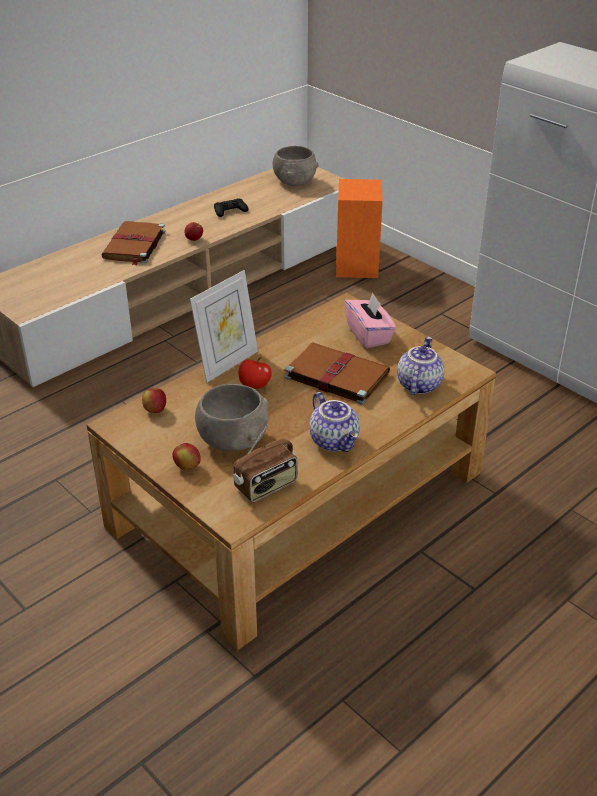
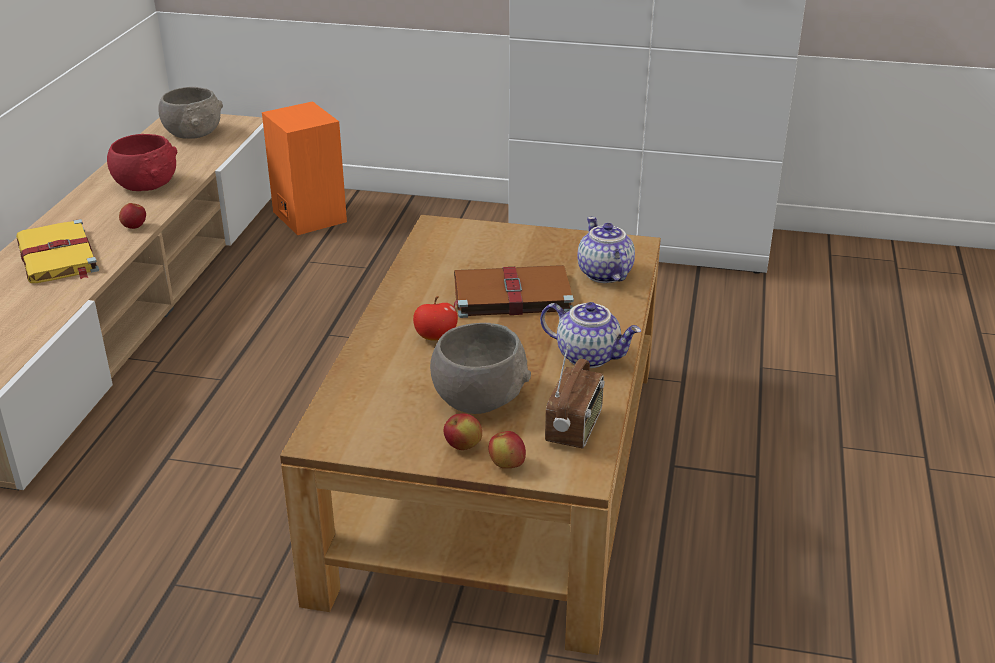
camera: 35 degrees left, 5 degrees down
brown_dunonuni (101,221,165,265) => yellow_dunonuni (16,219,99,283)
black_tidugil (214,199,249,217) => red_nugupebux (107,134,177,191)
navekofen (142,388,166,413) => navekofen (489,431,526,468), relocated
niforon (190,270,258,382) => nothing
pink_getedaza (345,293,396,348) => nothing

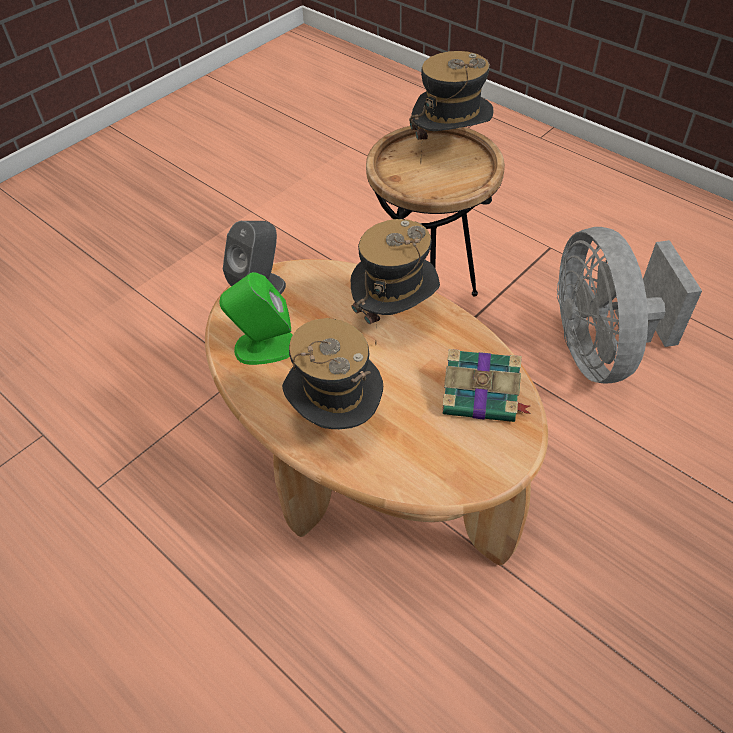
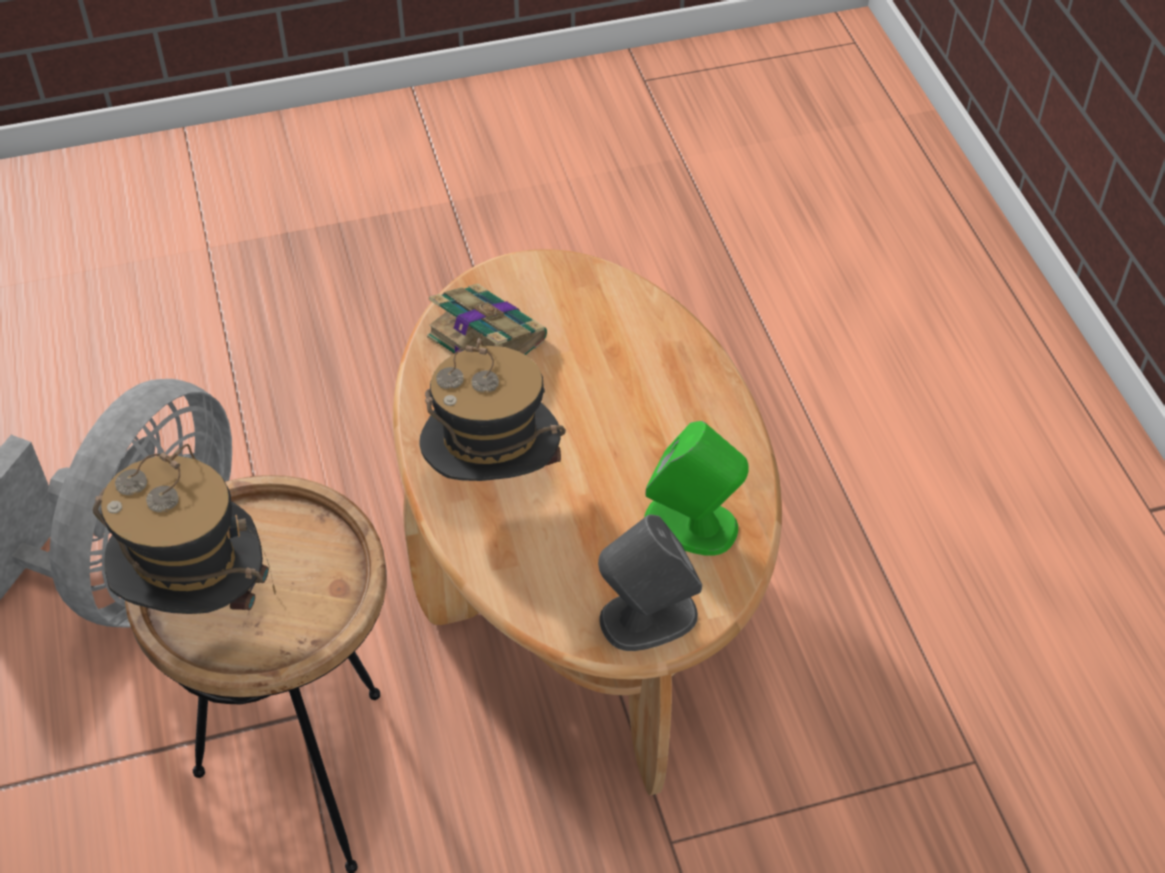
camera: 150 degrees left, 0 degrees up
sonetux (282,318,383,429) => nothing

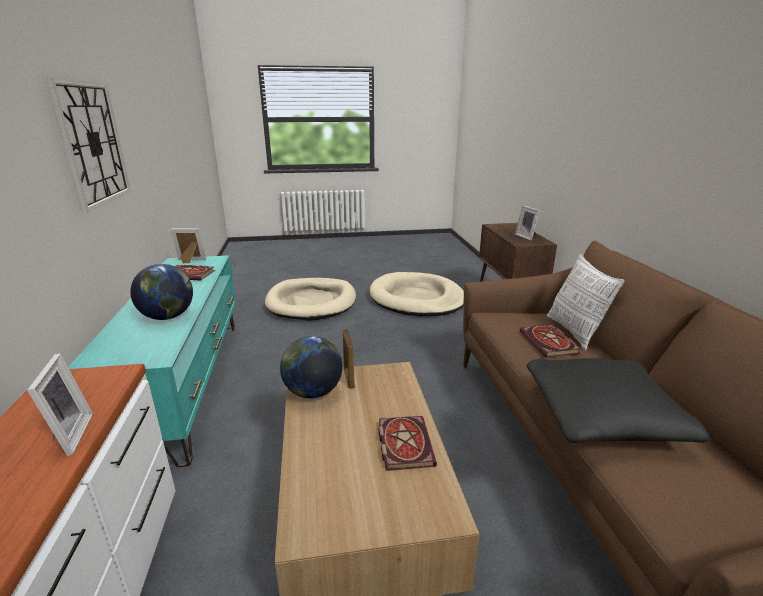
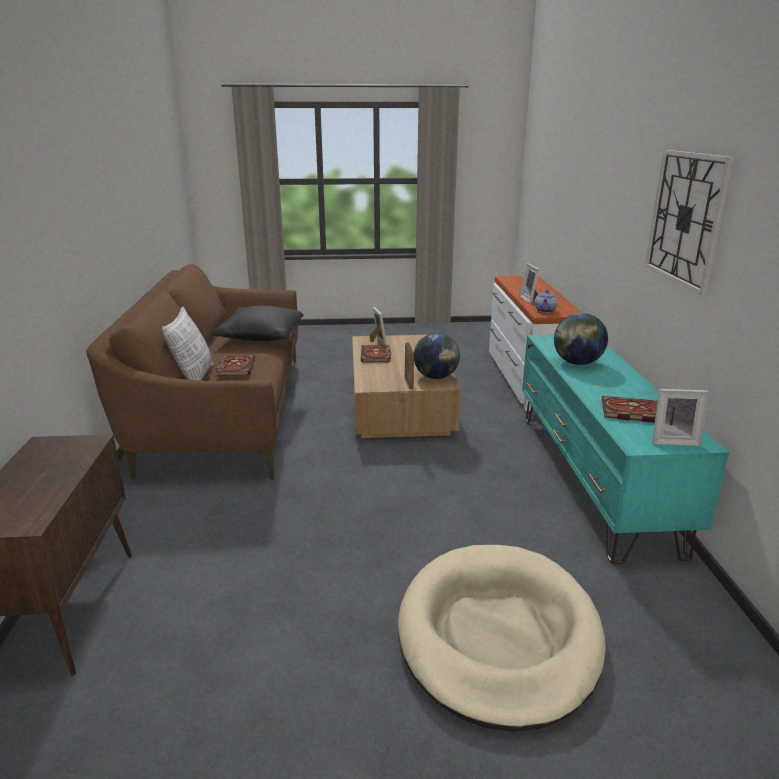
camera: 175 degrees left, 0 degrees up
niforon (515,205,540,241) => niforon (370,307,387,345), relocated
nothing => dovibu (535,290,557,313)
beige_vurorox (370,272,464,316) => nothing

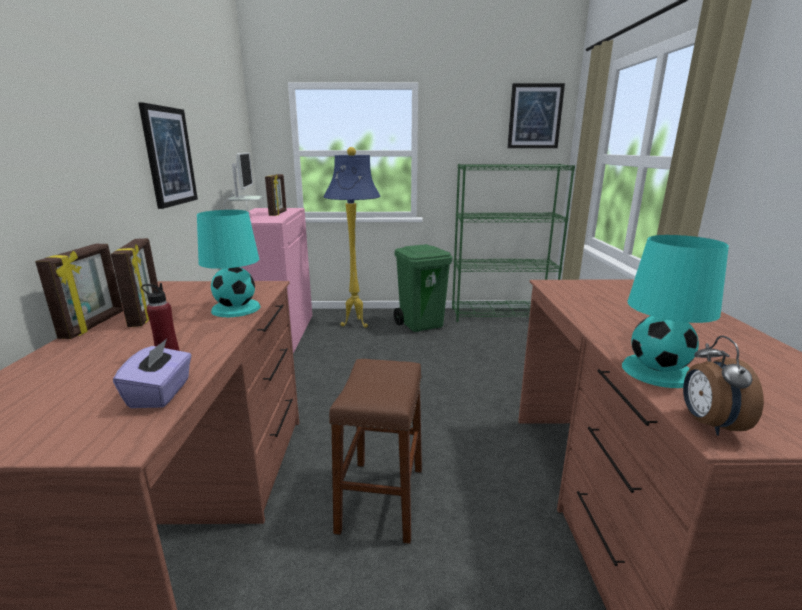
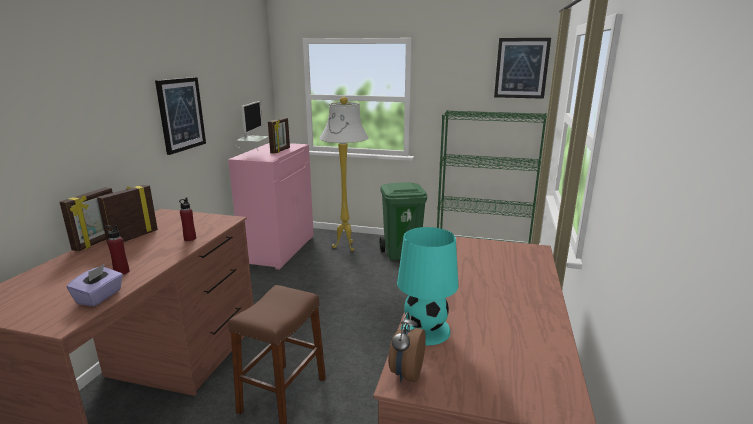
camera: 15 degrees right, 0 degrees up
niforon (111,238,158,327) => niforon (97,185,158,244), 150 degrees counterclockwise
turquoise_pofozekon (197,210,261,317) => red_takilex (179,197,196,241)
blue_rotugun (323,147,381,328) => white_rotugun (319,97,369,251)

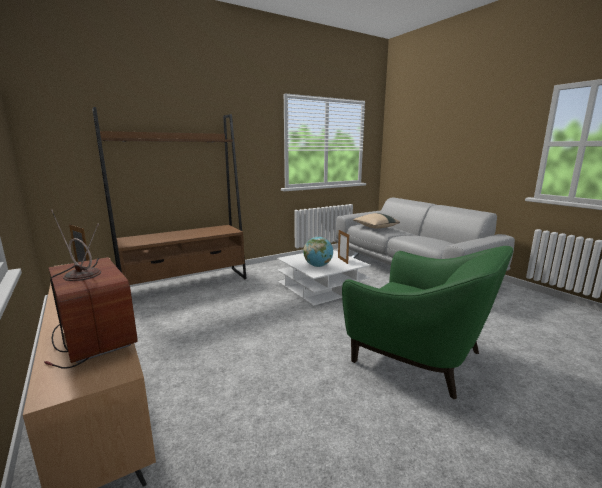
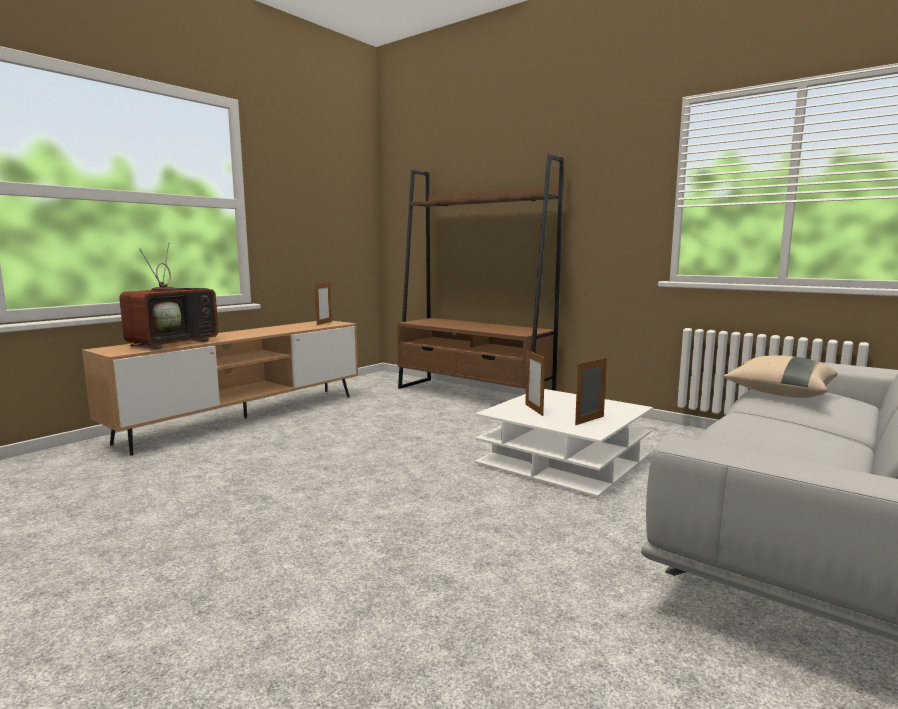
camera: 70 degrees right, 5 degrees down
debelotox (303,237,333,267) => niforon (525,350,545,416)
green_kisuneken (342,246,513,399) => nothing

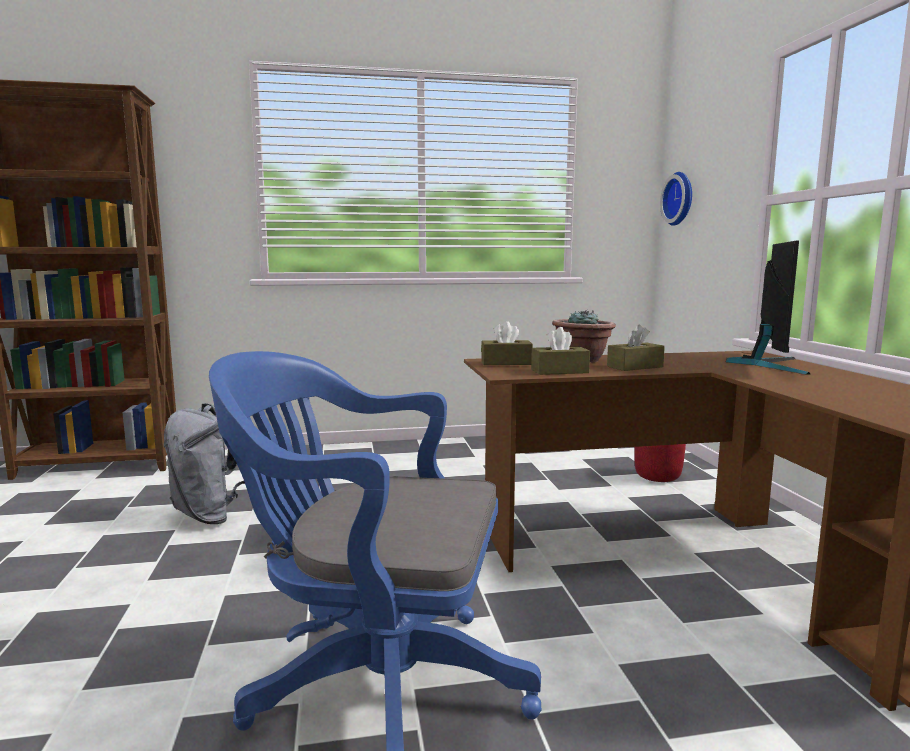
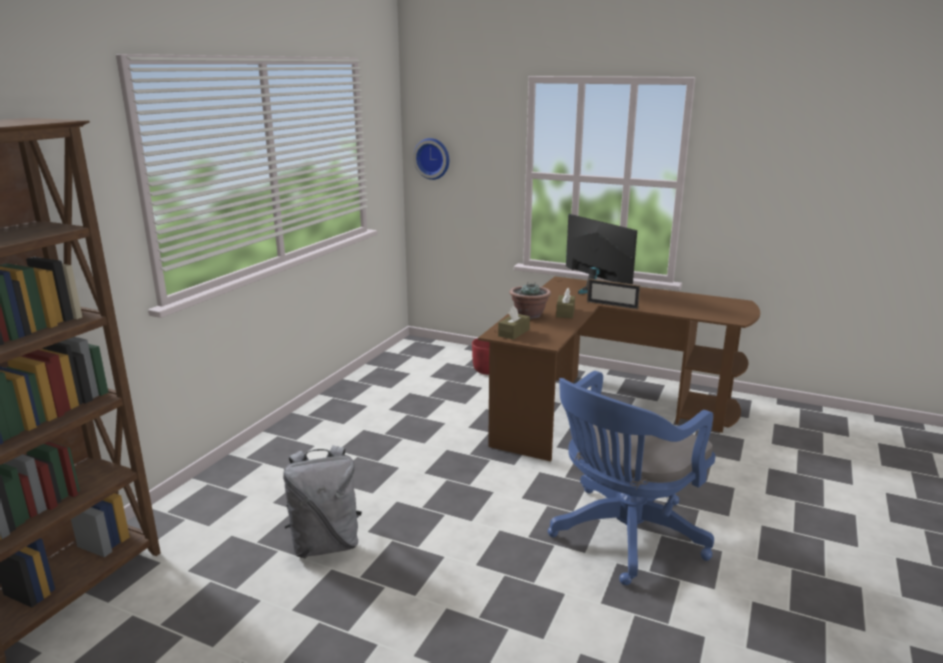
camera: 55 degrees left, 10 degrees up
nothing => niforon (587,279,641,310)
brown_getedaza (531,327,590,375) => nothing

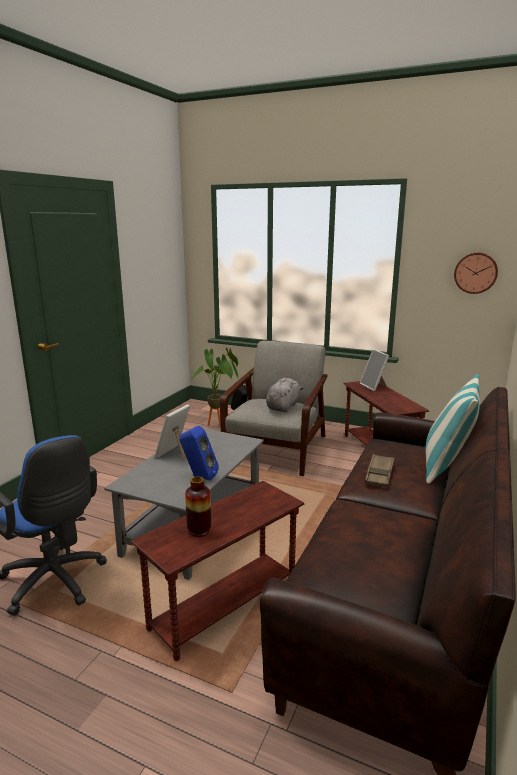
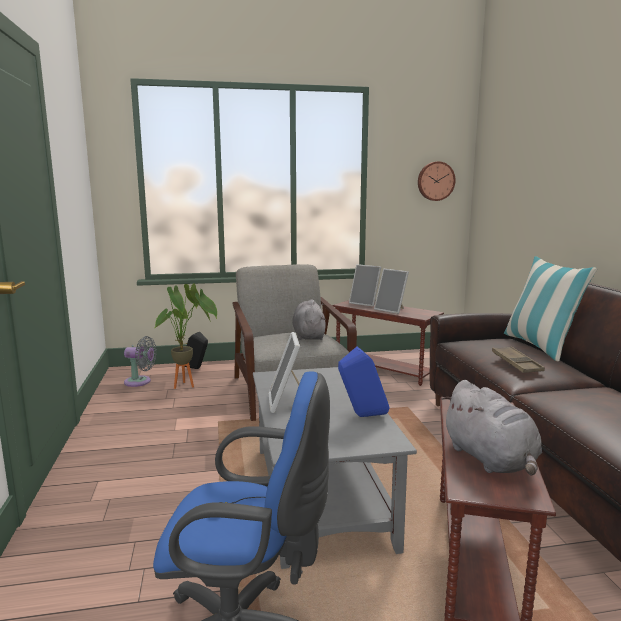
camera: 35 degrees left, 5 degrees down
nothing => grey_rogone (124,336,157,387)
nothing => niforon (374,269,409,314)
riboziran (185,477,211,537) => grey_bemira (442,380,542,476)

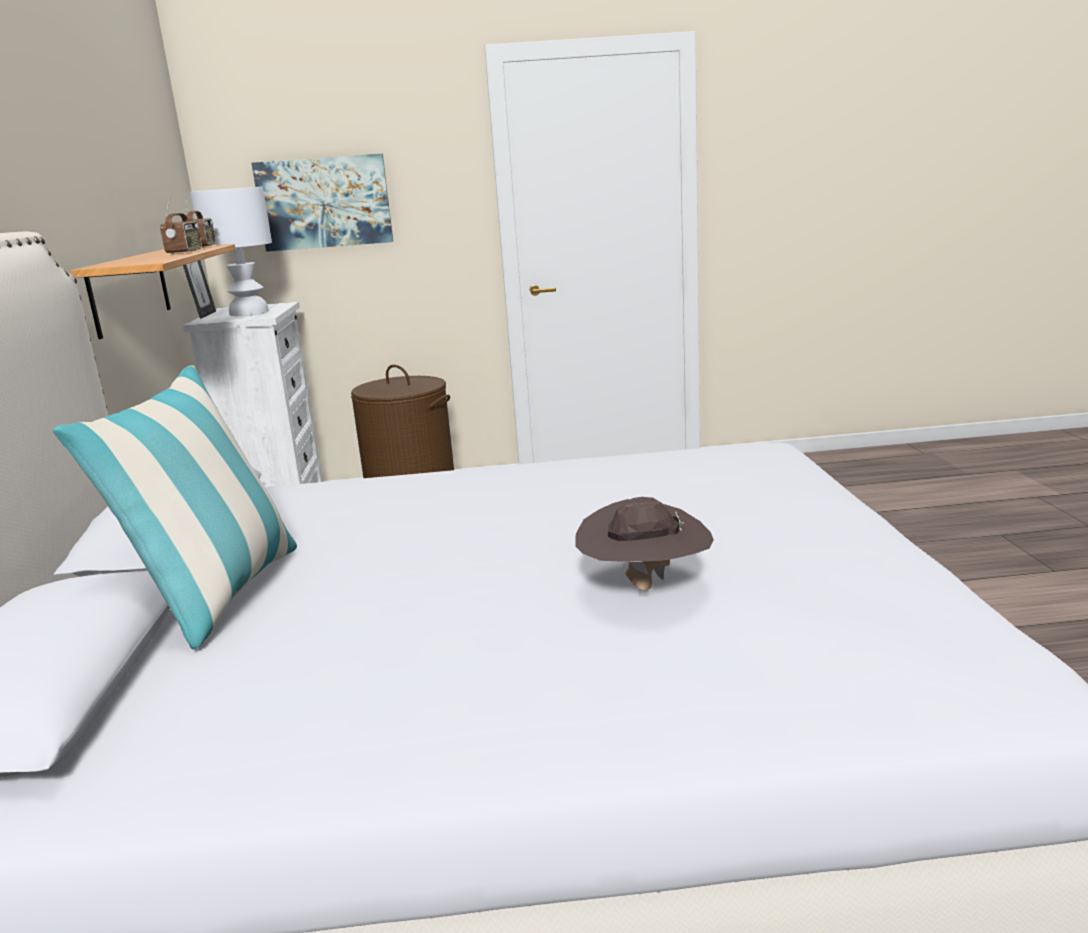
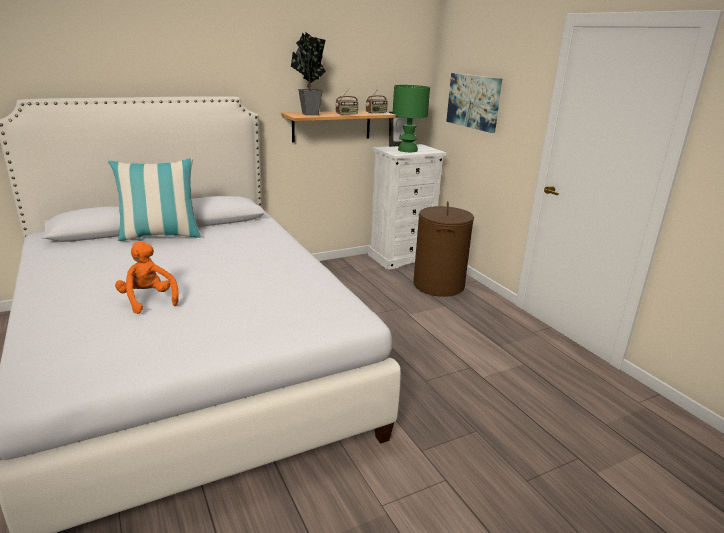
camera: 65 degrees right, 5 degrees up
brown_sonetux (576,497,714,591) => orange_bemira (115,241,179,314)
nothing => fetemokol (291,32,326,115)
white_pofozekon (190,187,272,316) => green_pofozekon (393,85,430,152)

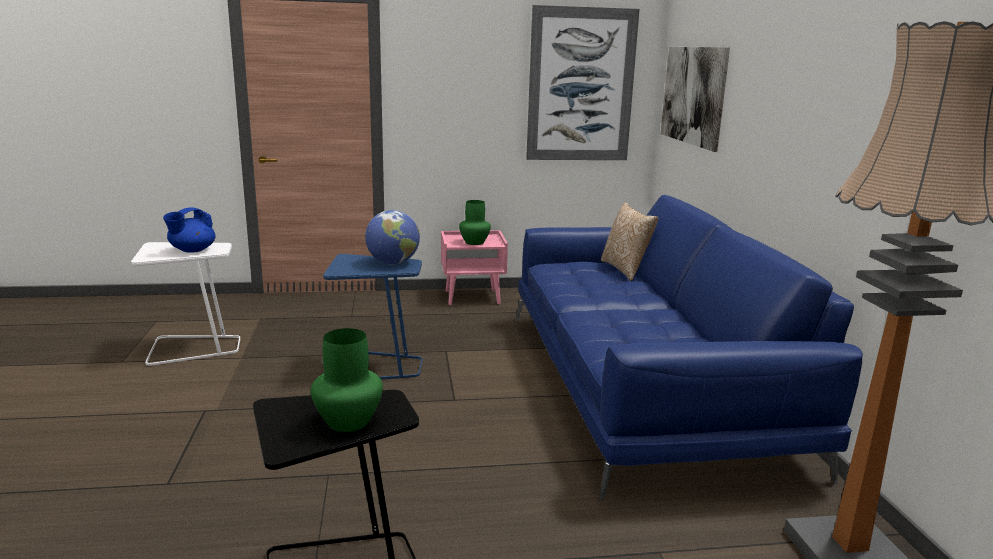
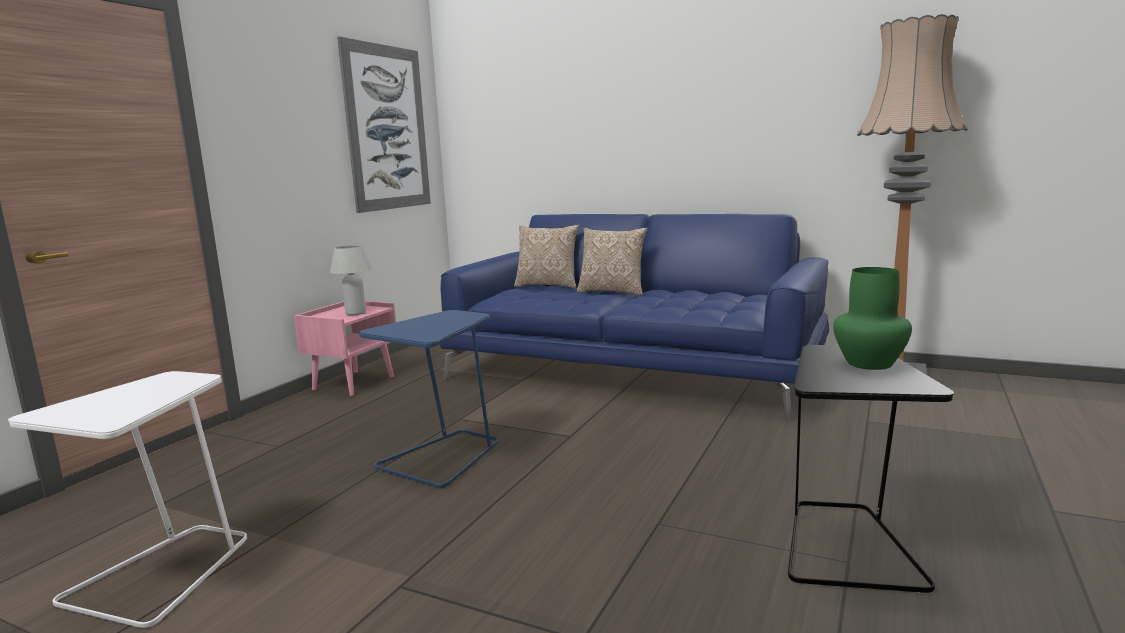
camera: 55 degrees left, 5 degrees down
green_riboziran (459,200,491,245) => white_pofozekon (330,245,372,315)
nothing => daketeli (577,228,648,295)
blue_dovibu (163,207,215,253) => nothing
debelotox (365,210,420,264) => nothing
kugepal (661,47,730,152) => nothing

